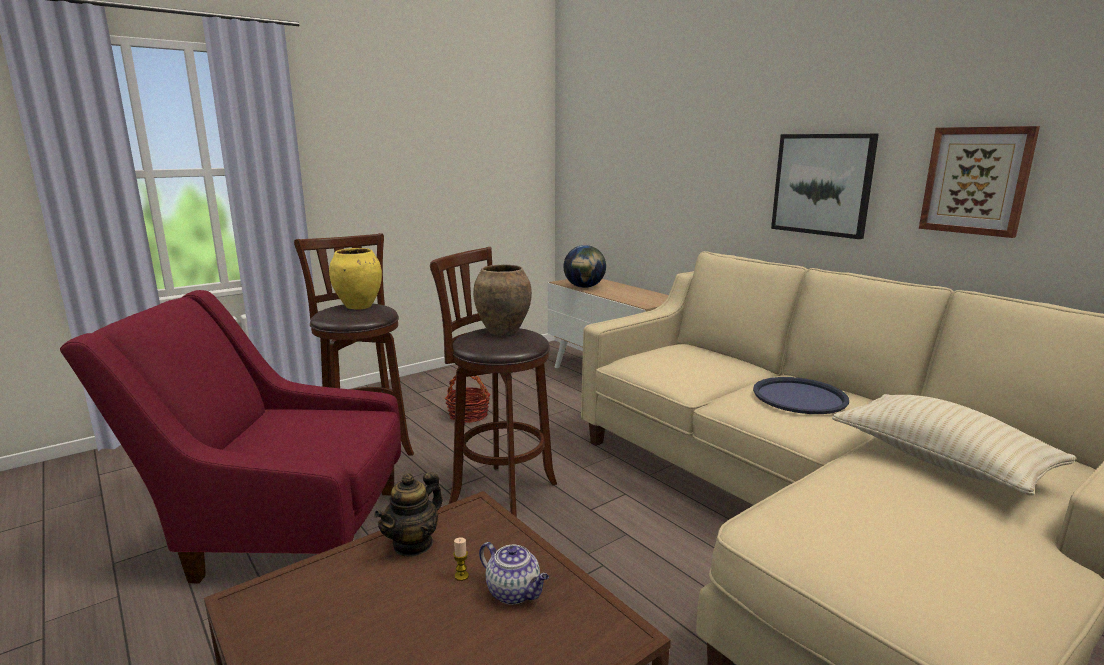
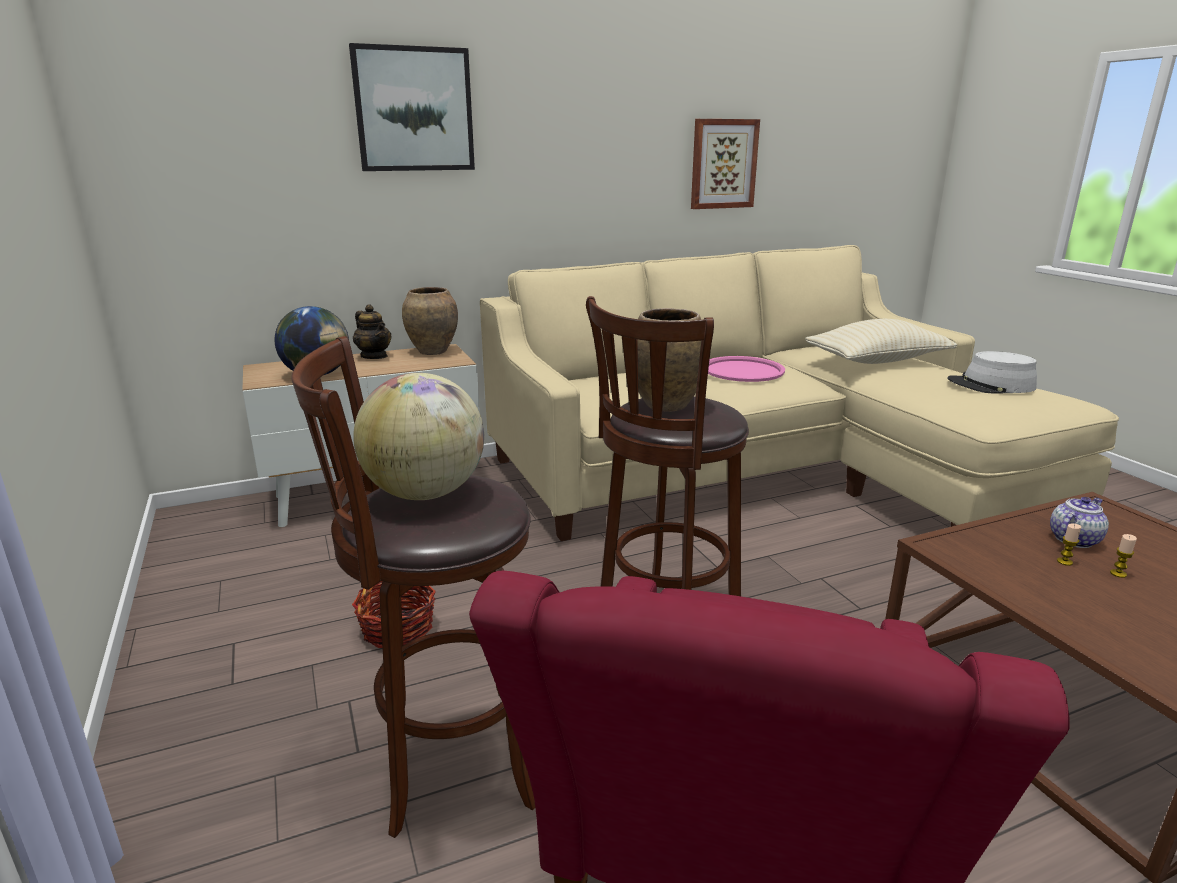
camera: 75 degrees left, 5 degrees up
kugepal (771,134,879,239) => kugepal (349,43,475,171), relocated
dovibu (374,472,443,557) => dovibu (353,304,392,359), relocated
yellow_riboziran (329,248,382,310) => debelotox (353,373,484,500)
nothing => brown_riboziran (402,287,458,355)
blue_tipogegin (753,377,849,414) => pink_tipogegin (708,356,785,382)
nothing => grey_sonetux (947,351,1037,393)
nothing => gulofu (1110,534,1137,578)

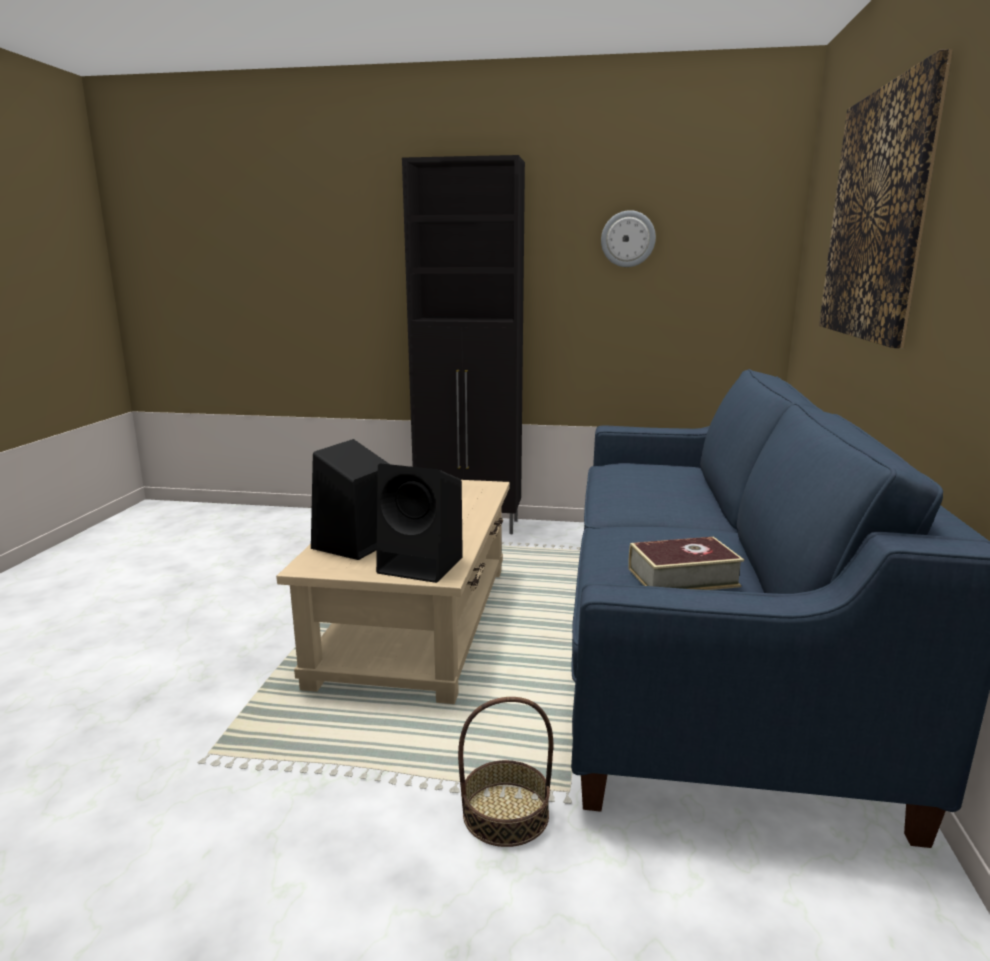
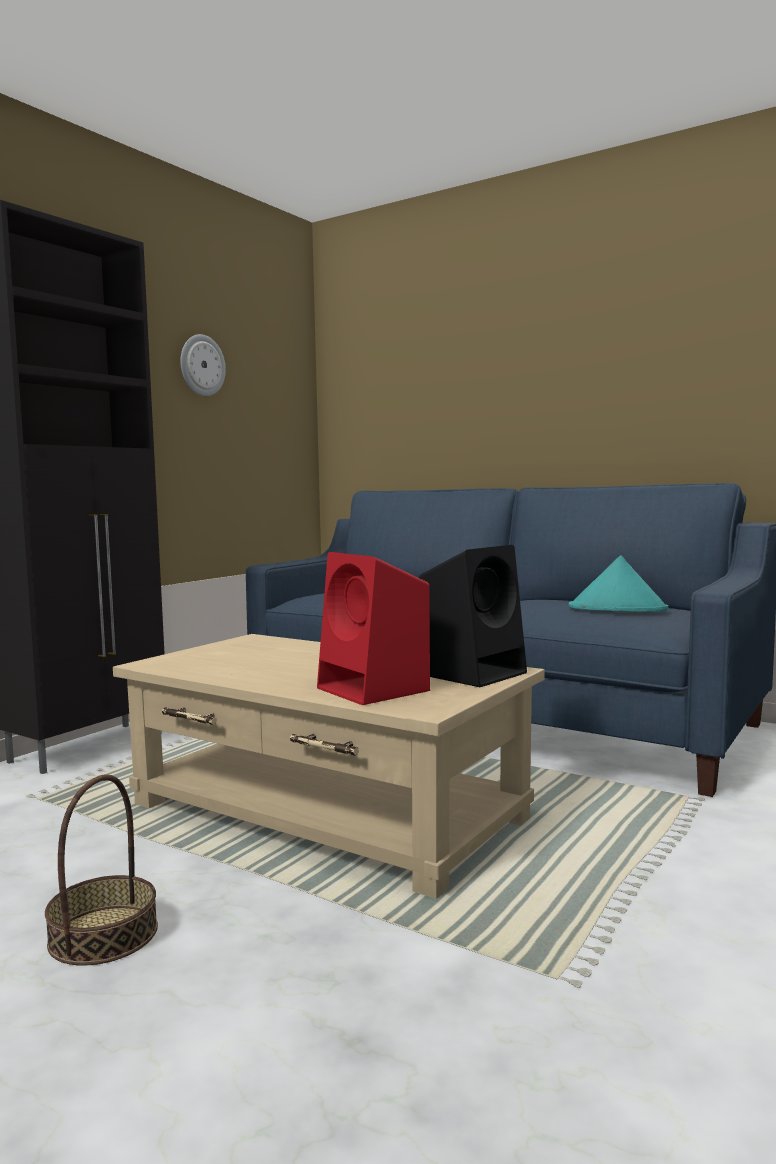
camera: 65 degrees left, 10 degrees down
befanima (458,697,553,847) => befanima (45,774,158,966), relocated
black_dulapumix (311,439,389,560) => red_dulapumix (317,552,430,705)
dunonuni (629,537,744,590) => turquoise_sonetux (569,555,669,612)
kugepal (819,49,953,348) => nothing

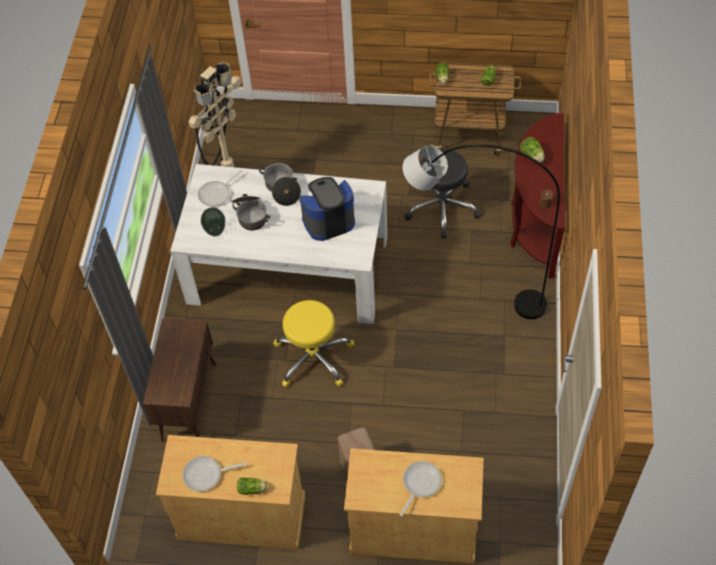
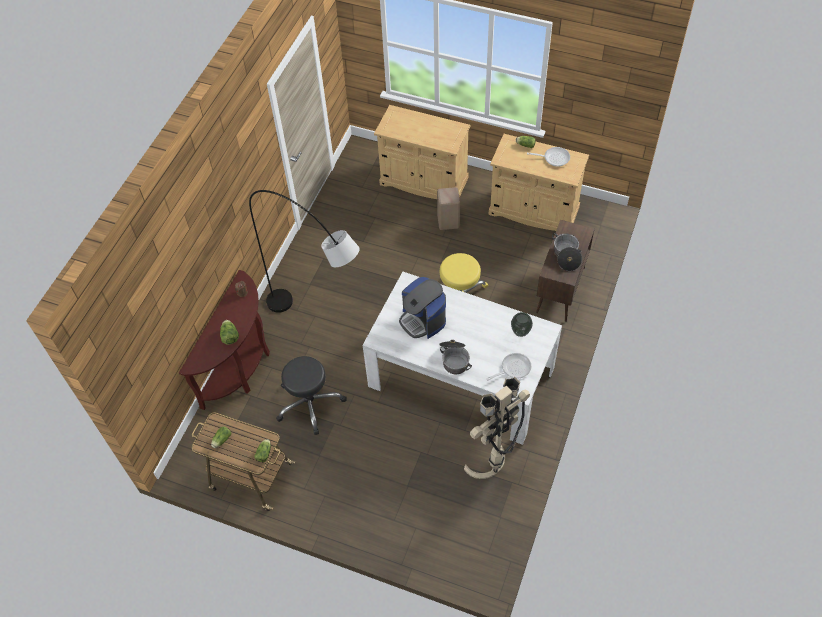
camera: 165 degrees left, 0 degrees up
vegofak (299,177,355,241) => vegofak (399,277,446,339), 60 degrees clockwise
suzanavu (231,194,271,230) => suzanavu (552,233,582,271), relocated
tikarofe (399,461,442,516) => nothing

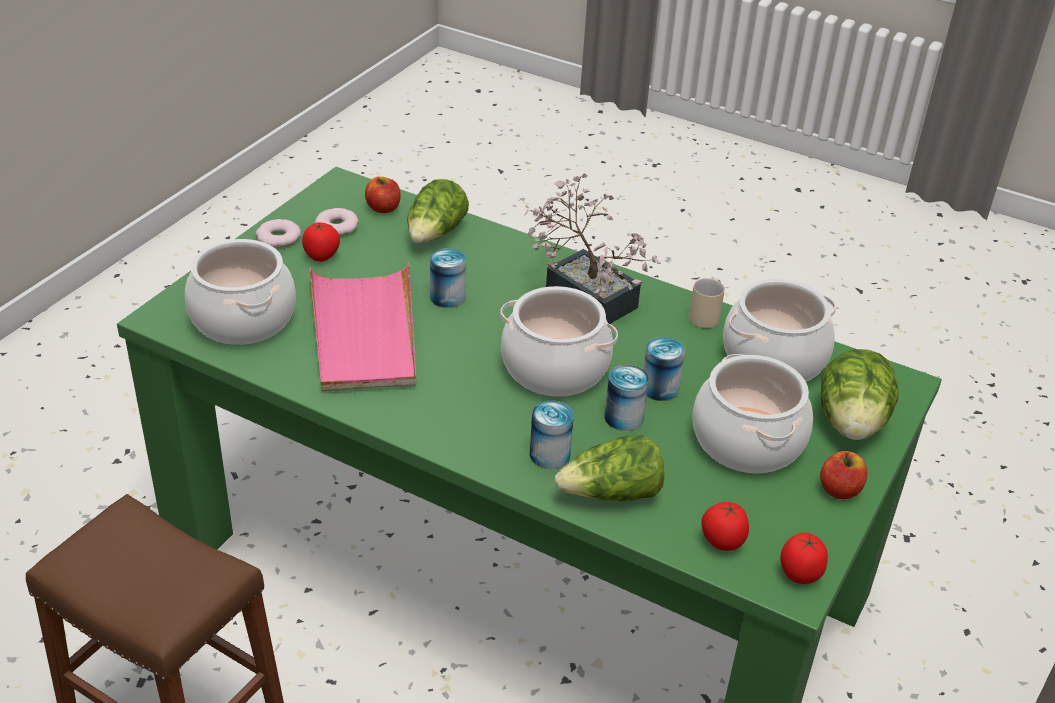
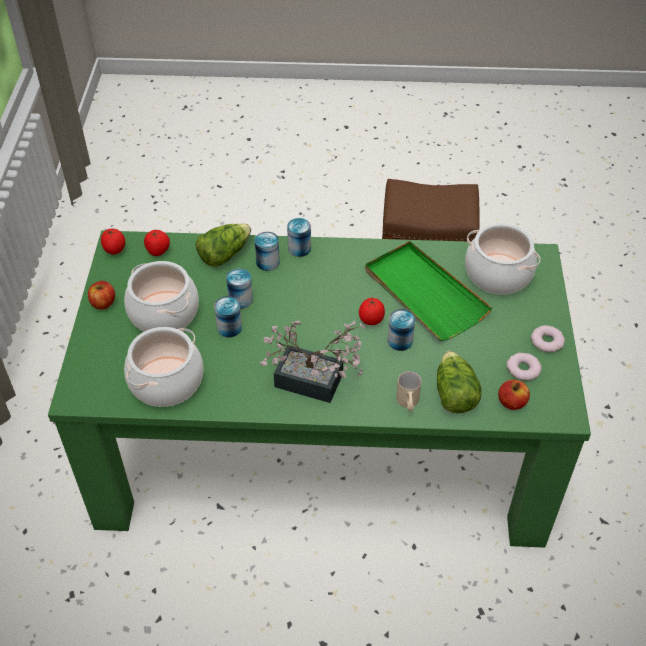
camera: 155 degrees right, 10 degrees up
nothing => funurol (287,218,311,257)
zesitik (302,222,340,262) => zesitik (359,297,385,325), relocated
pink_tipogegin (309,263,416,392) => green_tipogegin (365,241,492,341)
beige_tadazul (689,278,725,328) => beige_tadazul (396,371,421,411), relocated
suzanavu (500,286,618,397) => nothing
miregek (821,349,899,440) => nothing

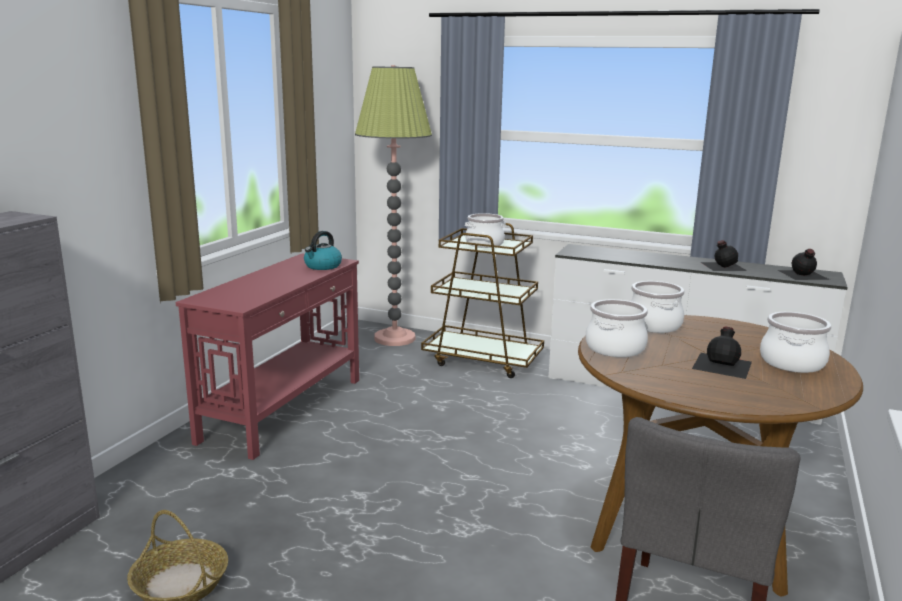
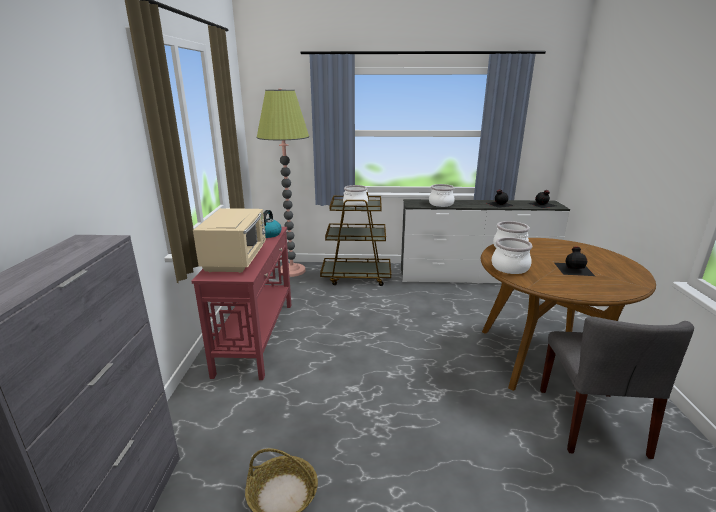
camera: 20 degrees left, 5 degrees up
nothing => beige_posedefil (193,208,266,273)
suzanavu (760,312,831,373) => suzanavu (429,184,455,207), relocated

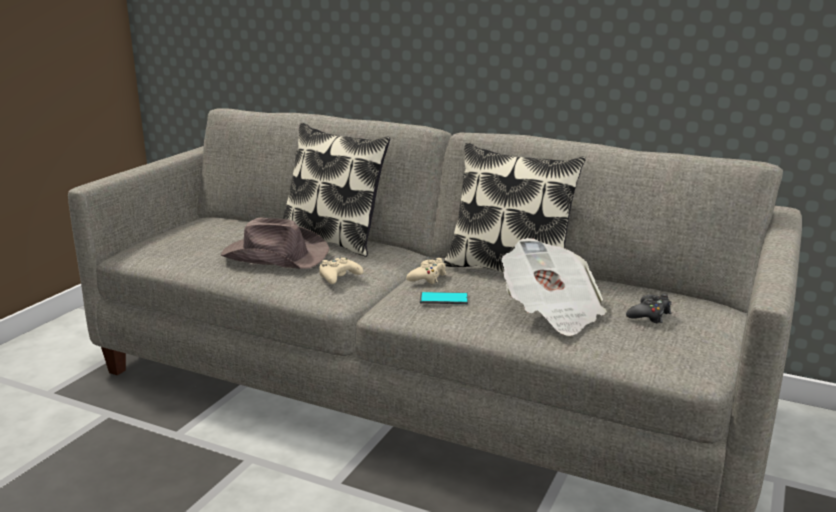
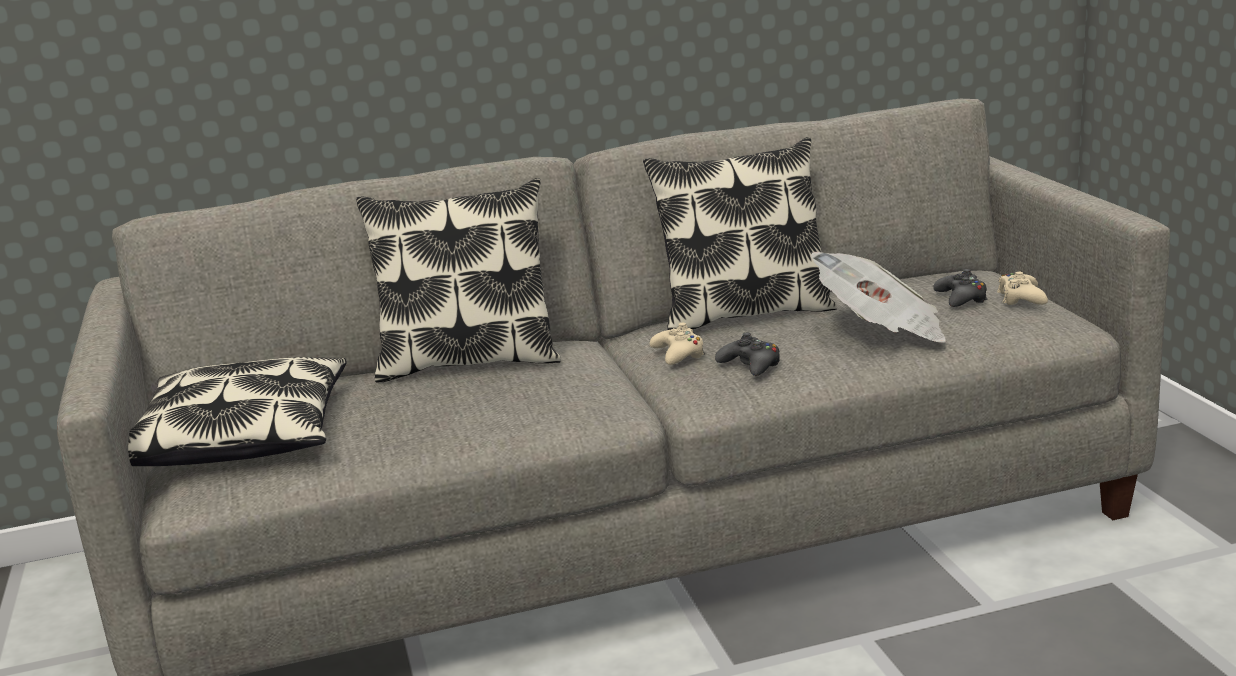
camera: 40 degrees left, 0 degrees up
nothing => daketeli (128,357,347,466)
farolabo (420,292,468,304) => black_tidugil (715,332,780,376)
beige_tidugil (319,257,363,284) => beige_tidugil (997,272,1048,305), relocated
brown_sonetux (221,217,329,269) => nothing

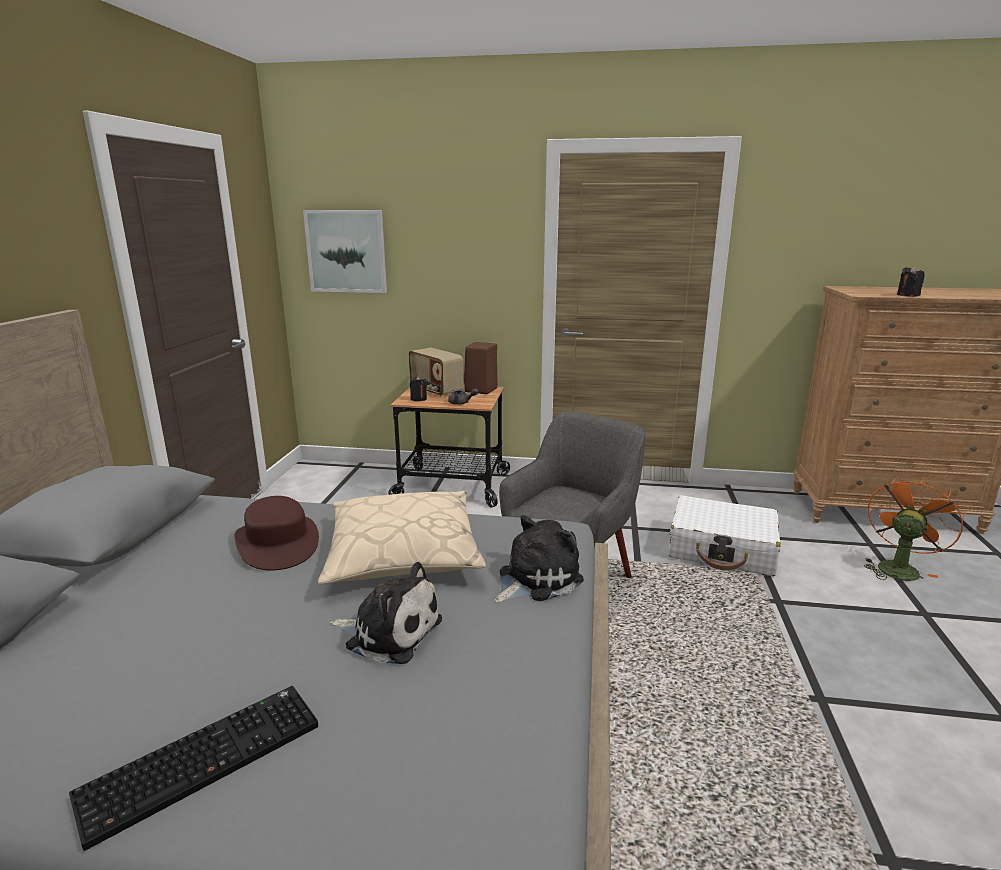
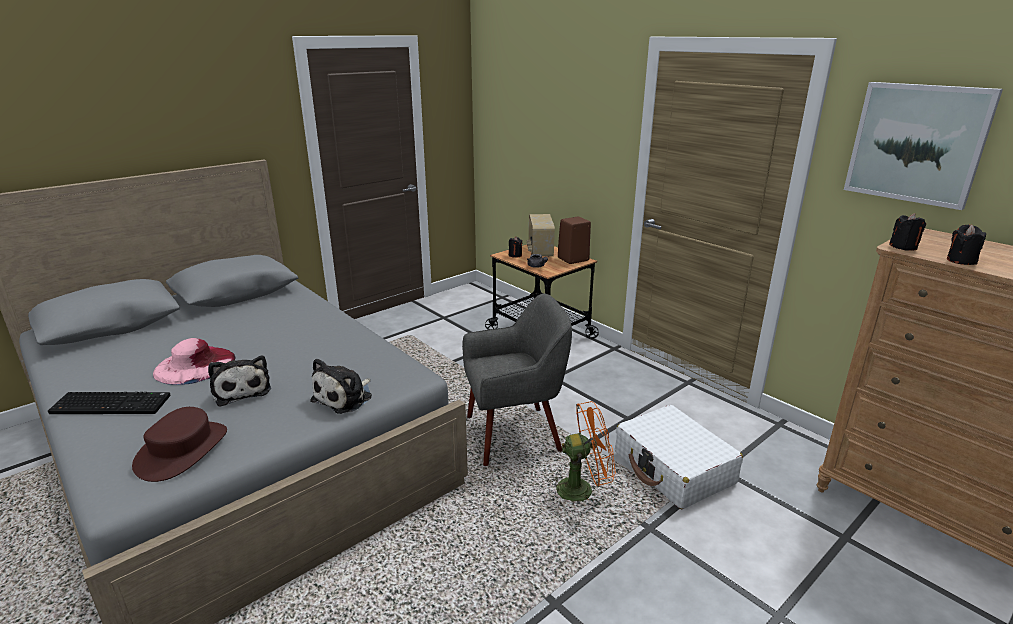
camera: 40 degrees right, 5 degrees up
brown_sonetux (235,496,319,571) => brown_sonetux (132,407,227,482), relocated
nothing => pink_sonetux (153,338,235,385)
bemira (494,515,584,603) => bemira (310,358,372,414), 120 degrees clockwise
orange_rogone (864,477,965,581) => orange_rogone (548,401,616,504), relocated
kugepal (303,210,387,293) => kugepal (844,82,1003,210), relocated
nothing => black_gulofu (889,213,926,251)
beige_daketeli (318,491,486,585) => nothing

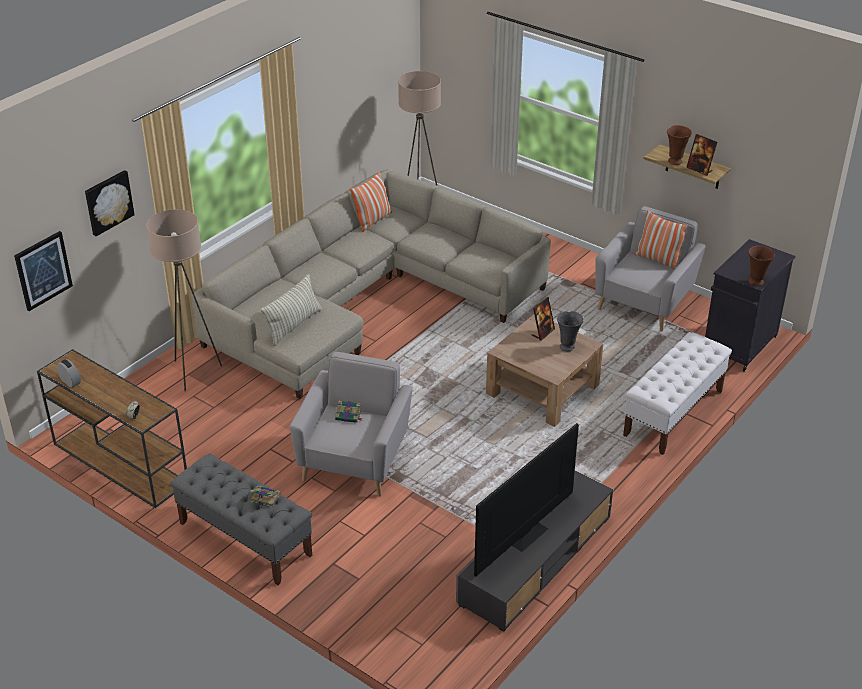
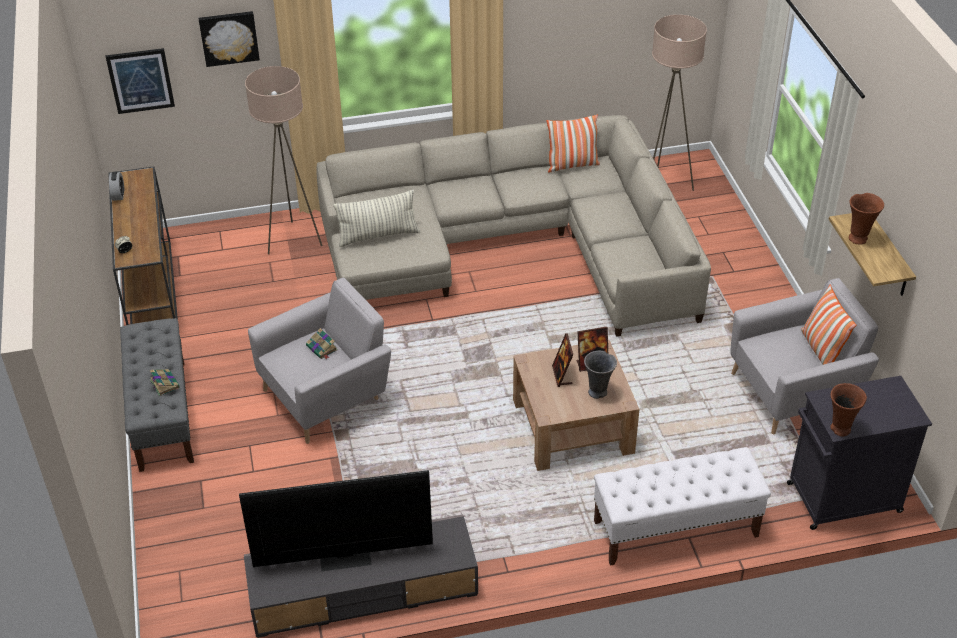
camera: 40 degrees right, 5 degrees up
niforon (686,134,717,176) => niforon (552,333,573,387), relocated

